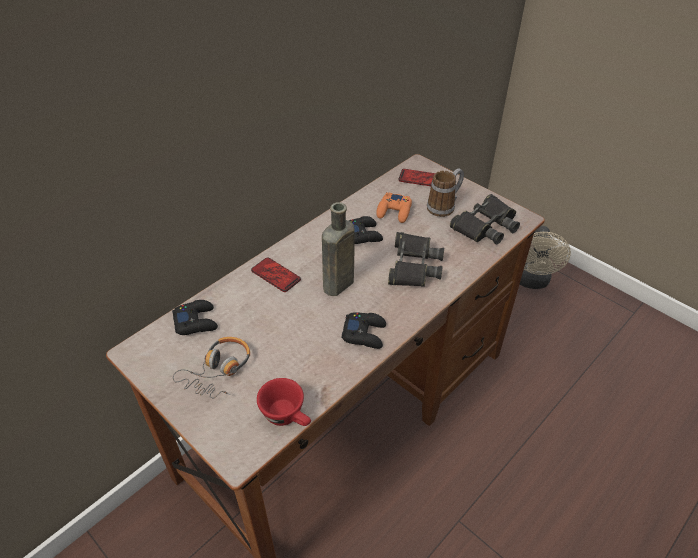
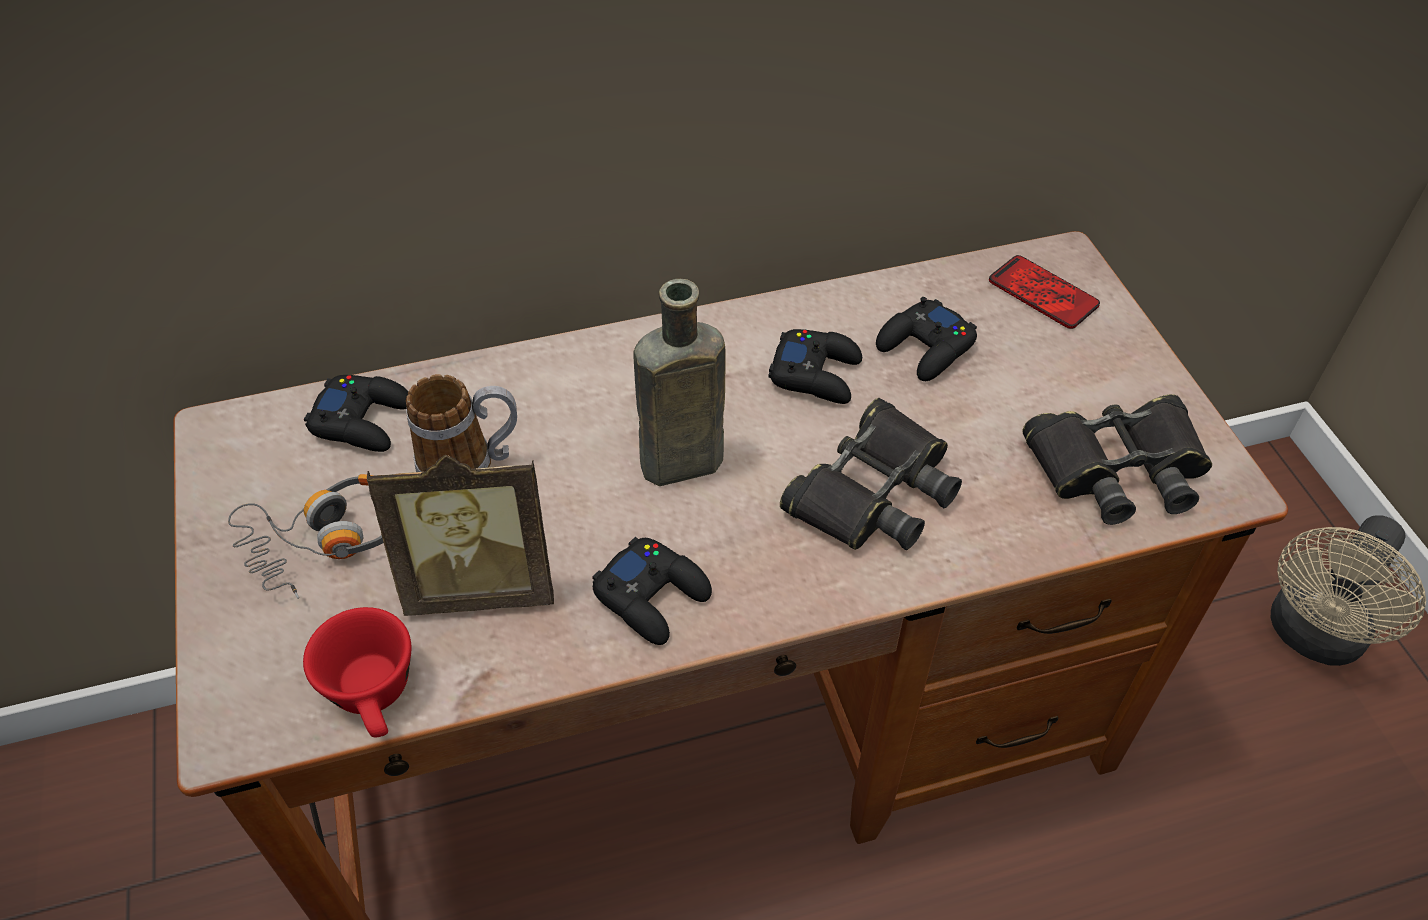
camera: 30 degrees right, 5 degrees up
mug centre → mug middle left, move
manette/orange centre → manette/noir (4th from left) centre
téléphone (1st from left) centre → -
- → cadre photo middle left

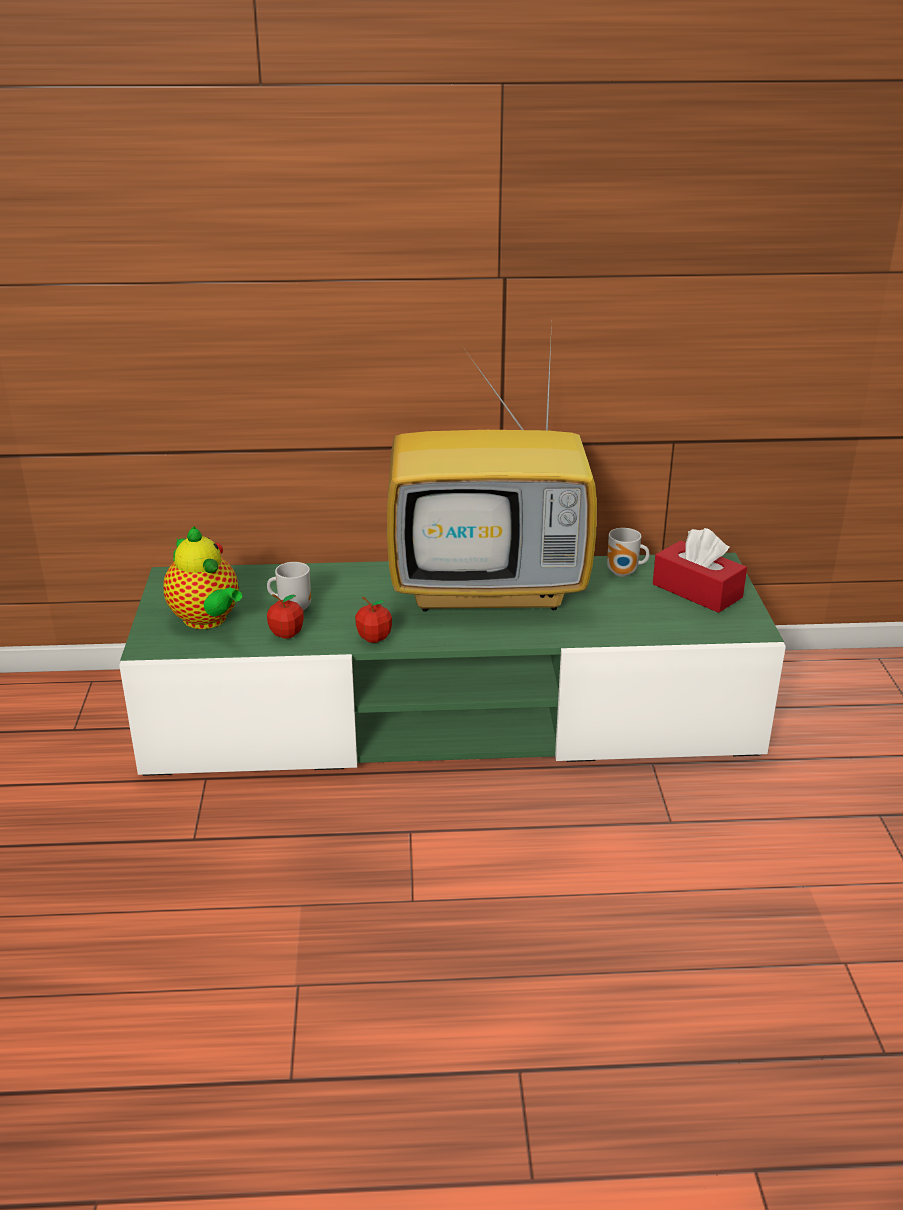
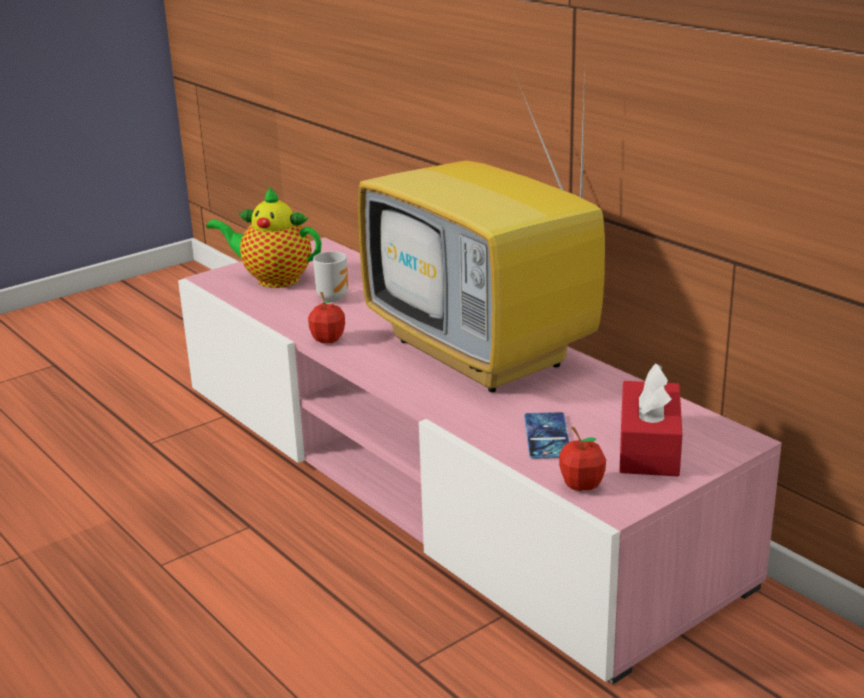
camera: 55 degrees right, 5 degrees down
théière middle left, 90 degrees clockwise
mug (2nd from left) middle right → -
meuble télé/vert centre → meuble télé/rose centre
pomme (1st from left in the first image) middle left → pomme (2nd from left) middle right, move
- → téléphone centre

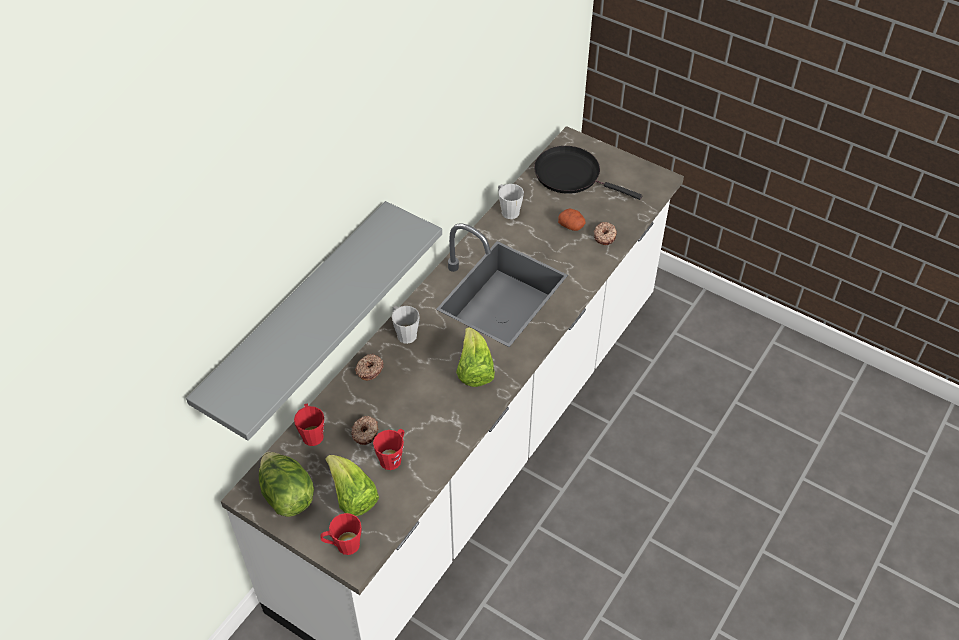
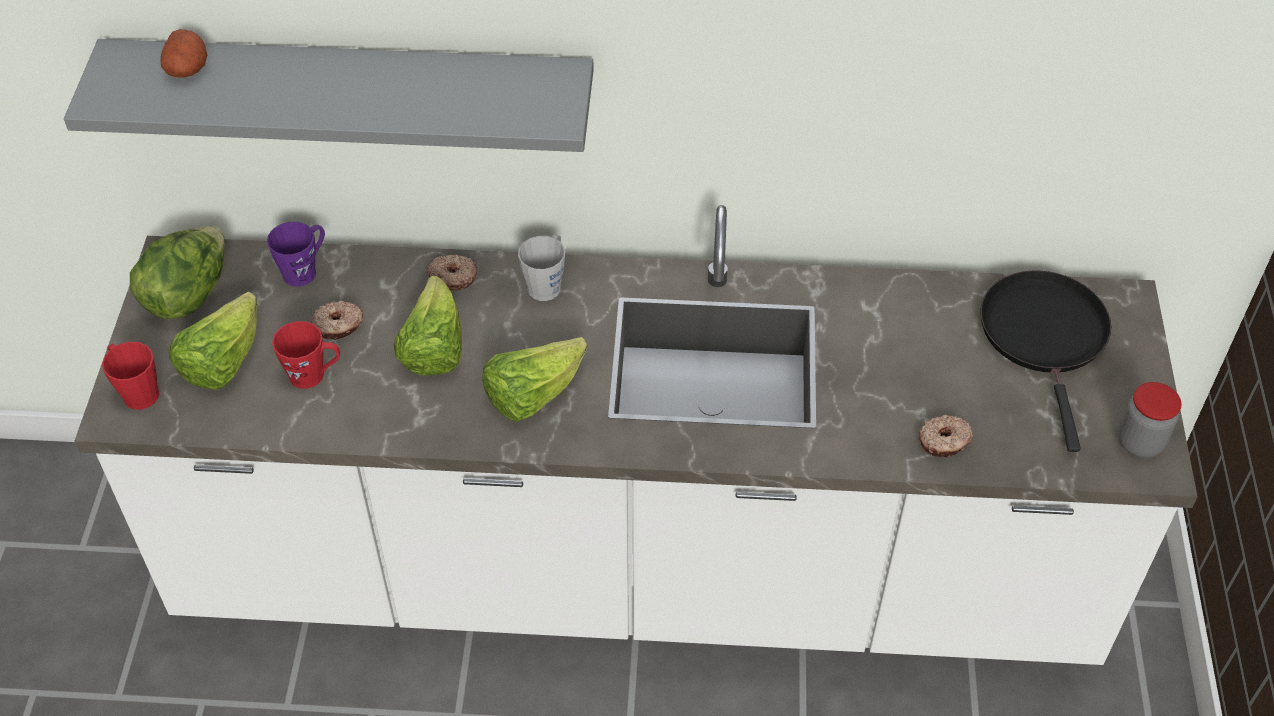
camera: 60 degrees right, 0 degrees up
mug/gris (2nd from left) top centre → -
pomme de terre centre → pomme de terre top left, move
mug/rouge (1st from left) middle left → mug/violet middle left
- → laitue (3rd from left) centre
- → bocal middle right

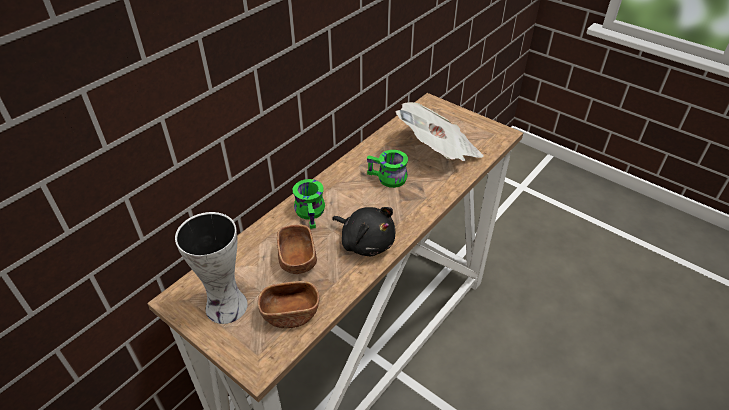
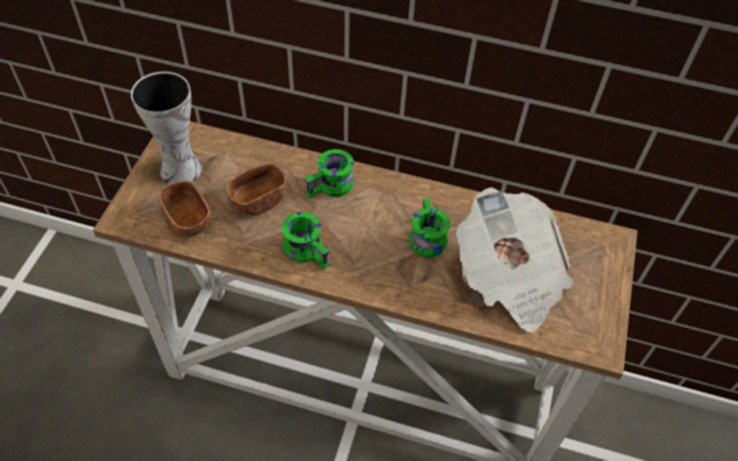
camera: 65 degrees right, 10 degrees up
peluche/noir centre → mug/vert (1st from left) centre

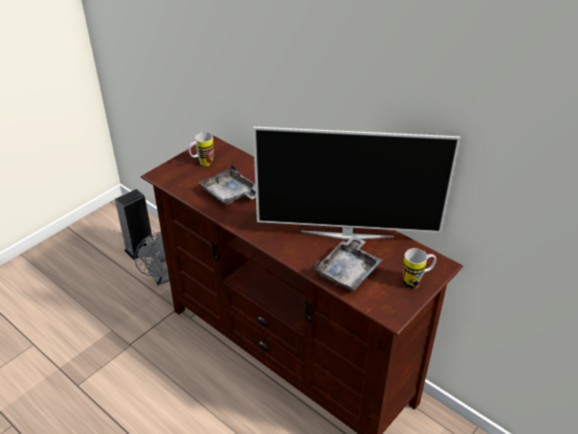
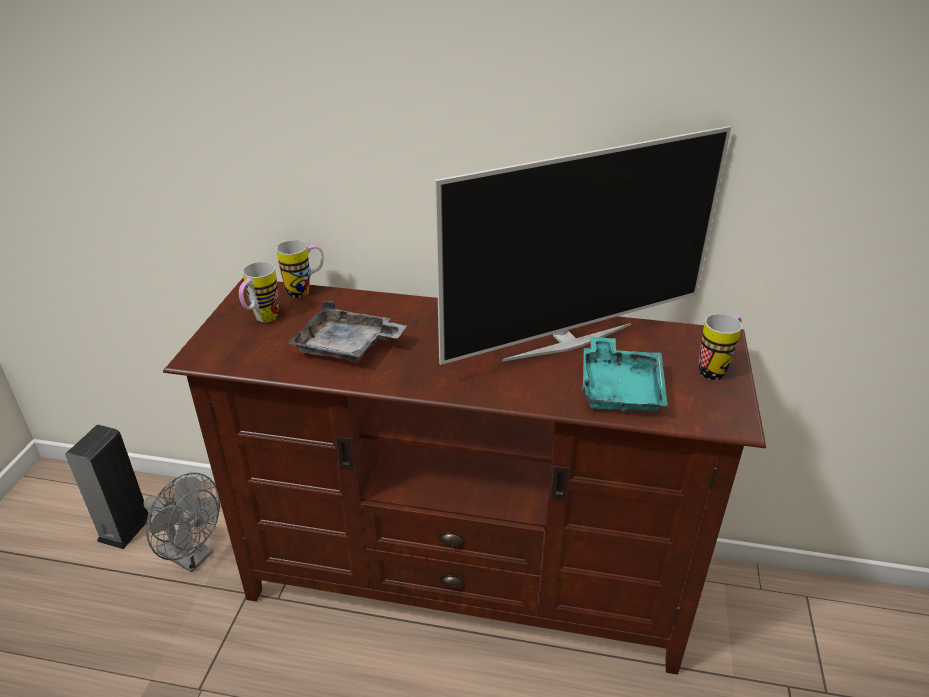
camera: 30 degrees left, 5 degrees down
plateau/gris (2nd from left) centre → plateau/turquoise middle right
- → mug (2nd from left) middle left

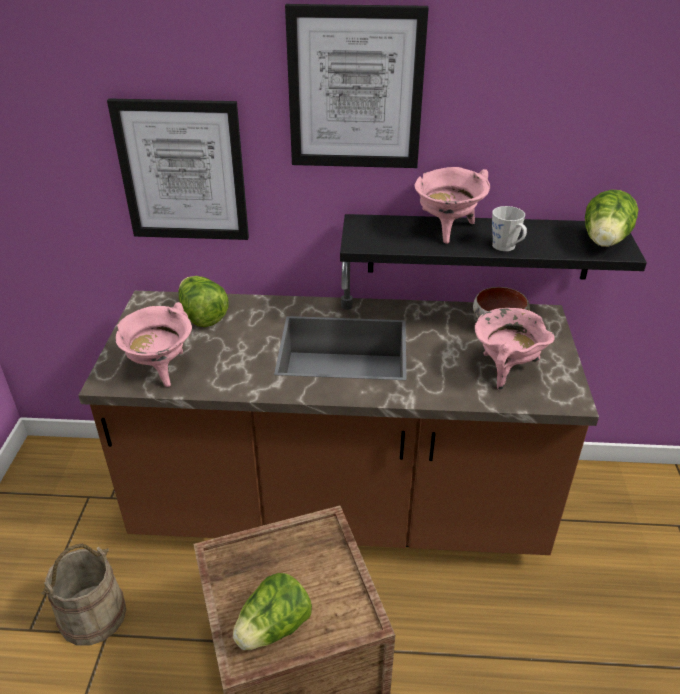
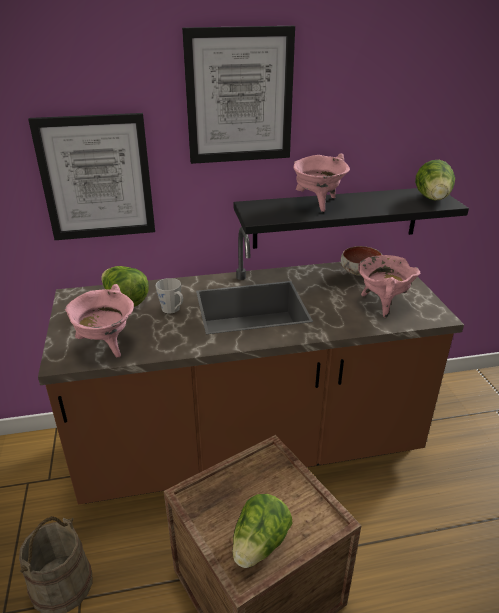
camera: 15 degrees left, 5 degrees down
mug/gris top right → mug/gris centre, move

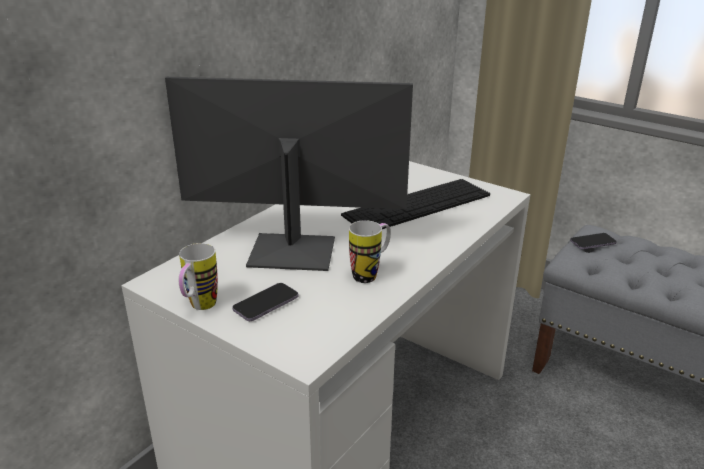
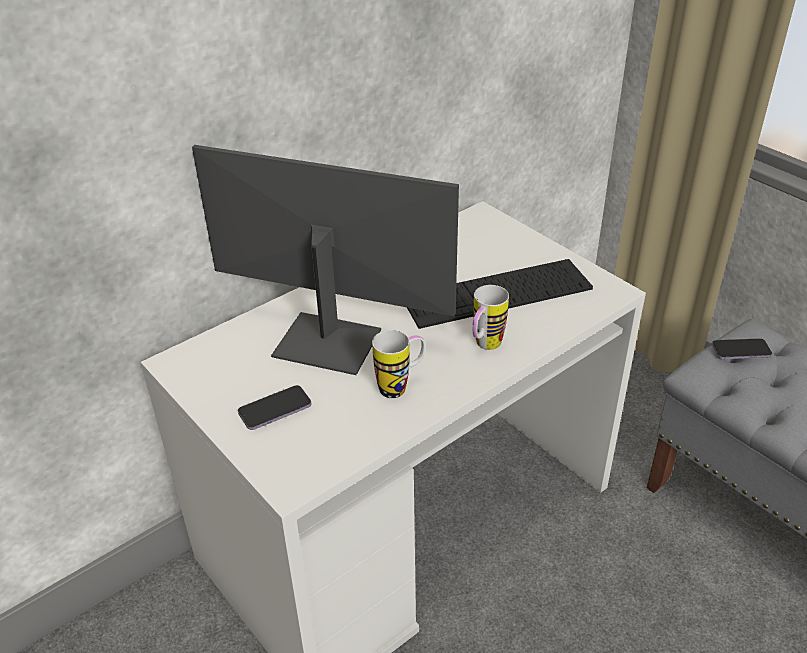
camera: 15 degrees right, 10 degrees up
mug (1st from left in the first image) middle left → mug (2nd from left) centre, move

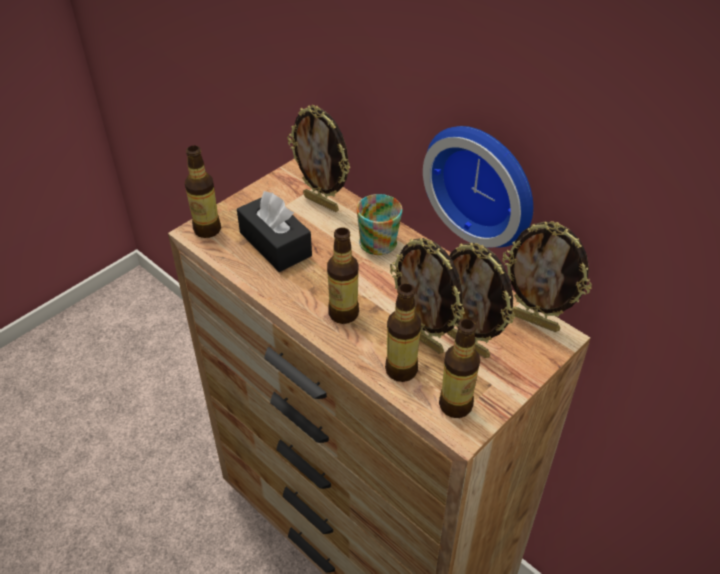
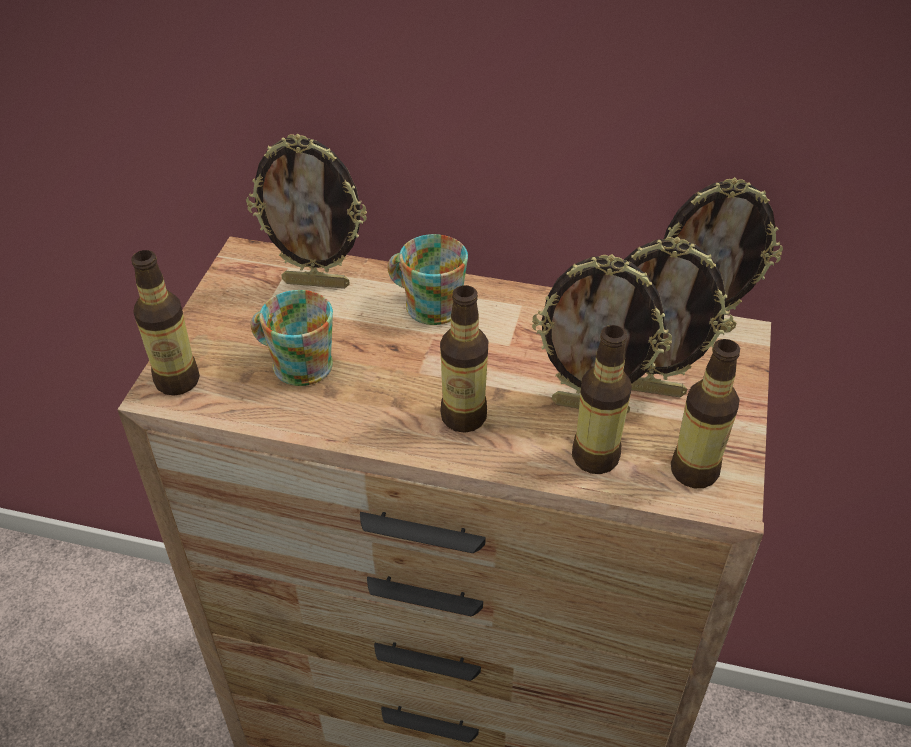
camera: 30 degrees left, 0 degrees up
horloge murale top centre → -
boîte à mouchoirs/noir centre → mug (1st from left) middle left

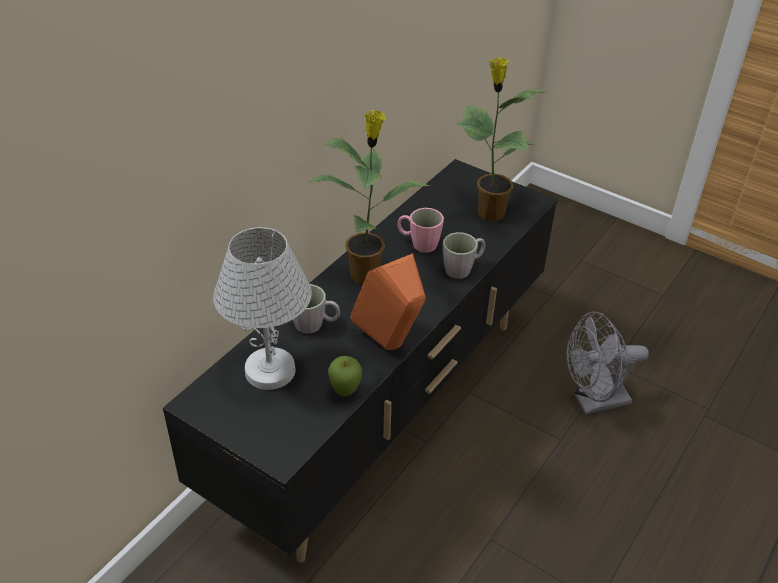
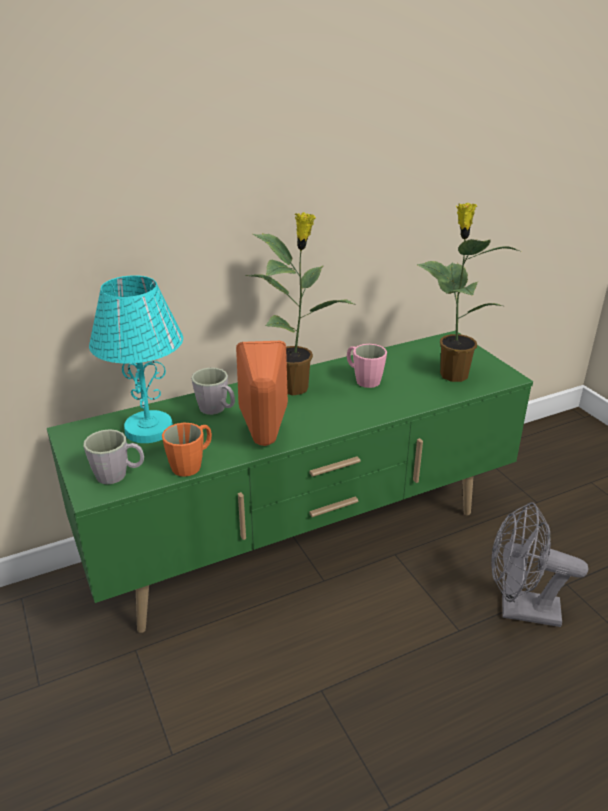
camera: 30 degrees right, 10 degrees down
meuble télé/noir centre → meuble télé/vert centre
lampe de table/blanc centre → lampe de table/turquoise middle left
mug/gris (2nd from left in the first image) centre → mug/gris (1st from left) middle left, move
pomme centre → mug/orange middle left

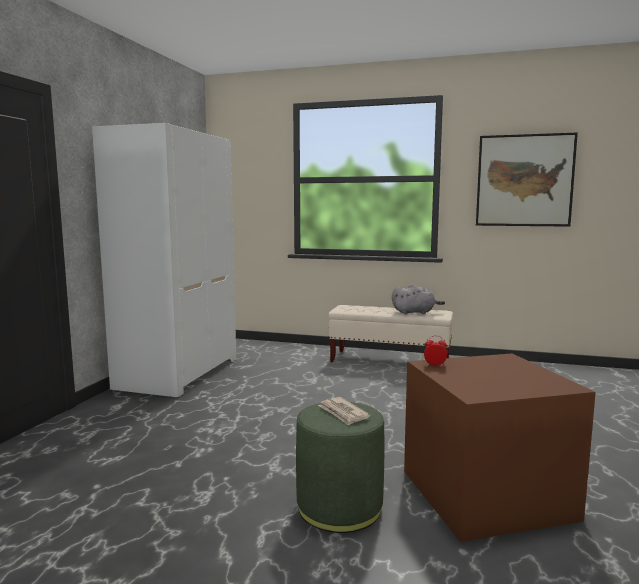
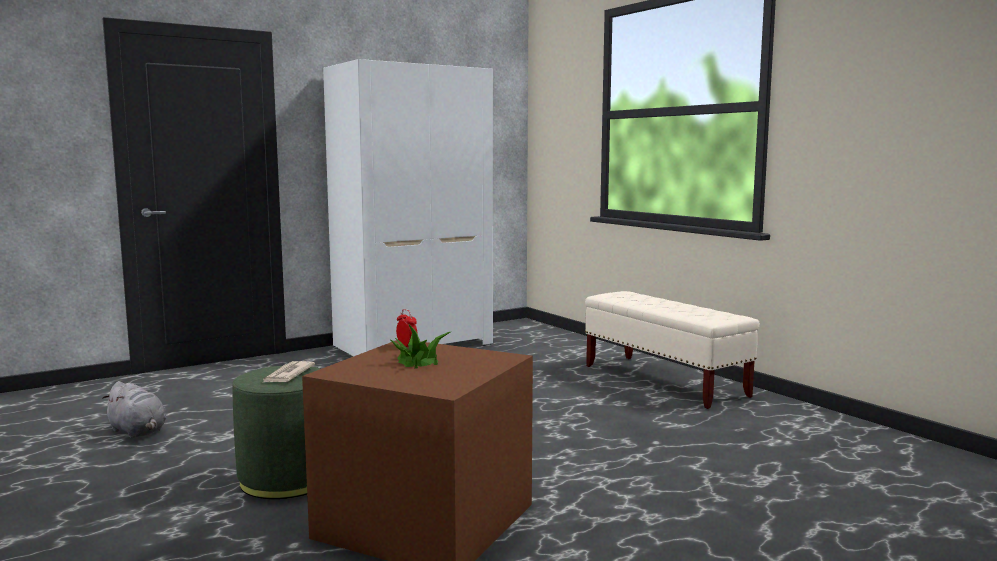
camera: 40 degrees right, 0 degrees up
tableau top right → -
peluche/gris centre → peluche/gris bottom left, move
- → plante en pot centre

